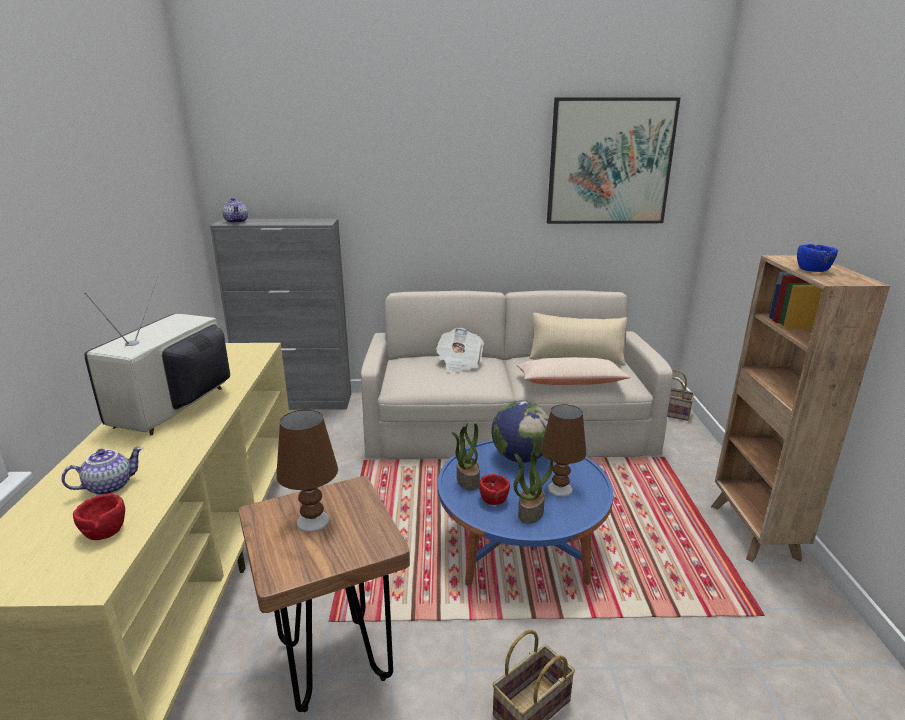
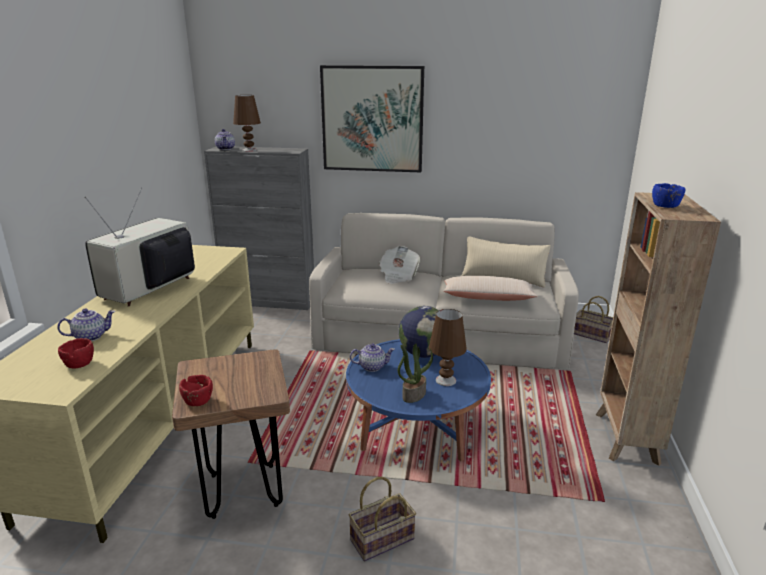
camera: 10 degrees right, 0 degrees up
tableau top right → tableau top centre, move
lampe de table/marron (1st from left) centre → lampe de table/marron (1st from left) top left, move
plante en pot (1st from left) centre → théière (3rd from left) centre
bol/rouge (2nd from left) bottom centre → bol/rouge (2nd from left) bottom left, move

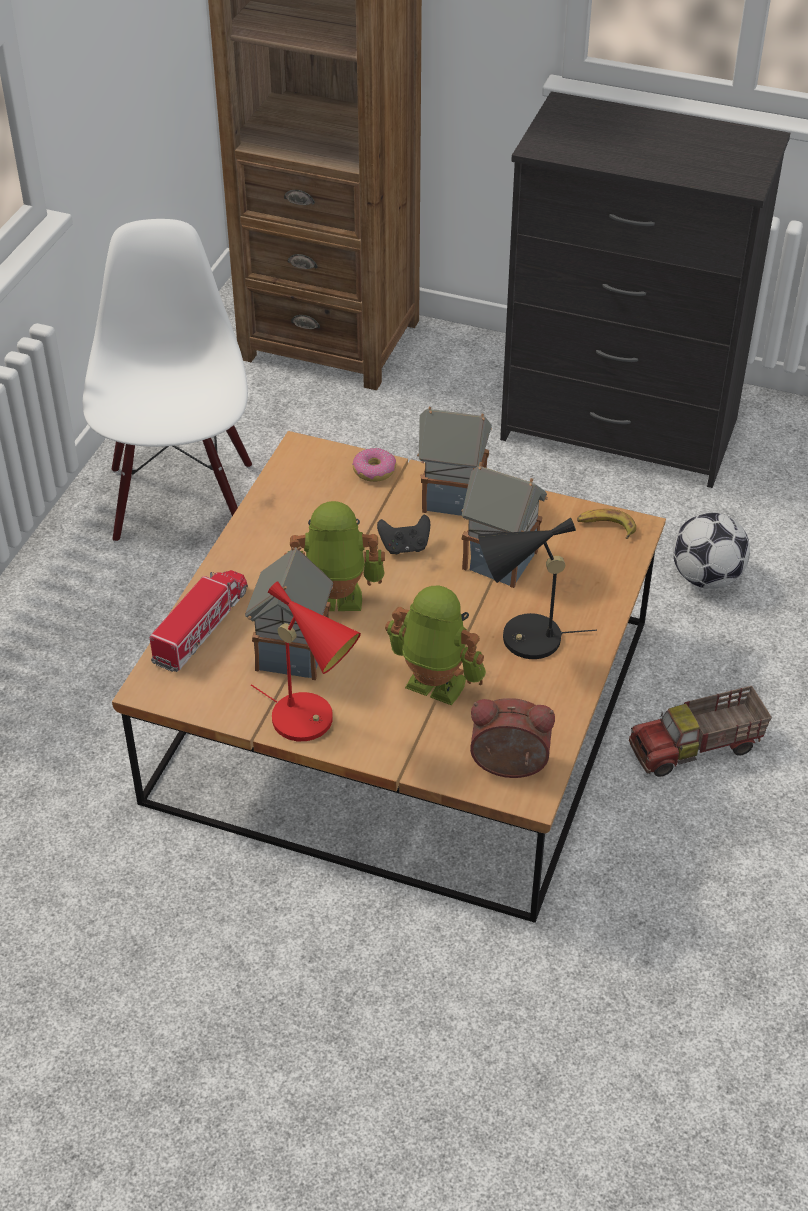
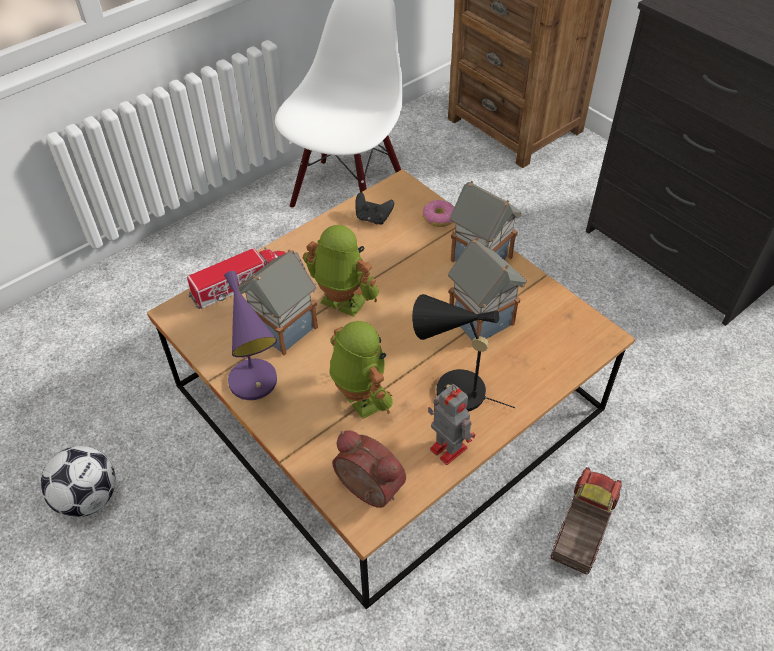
camera: 30 degrees right, 5 degrees up
banane middle right → -
ballon de foot middle right → ballon de foot bottom left, move
manette/noir centre → manette/noir top centre, move
lampe de table/rouge centre → lampe de table/violet middle left
camion jouet (2nd from left) middle right → camion jouet (2nd from left) bottom right, 105 degrees clockwise
- → robot jouet (3rd from left) centre

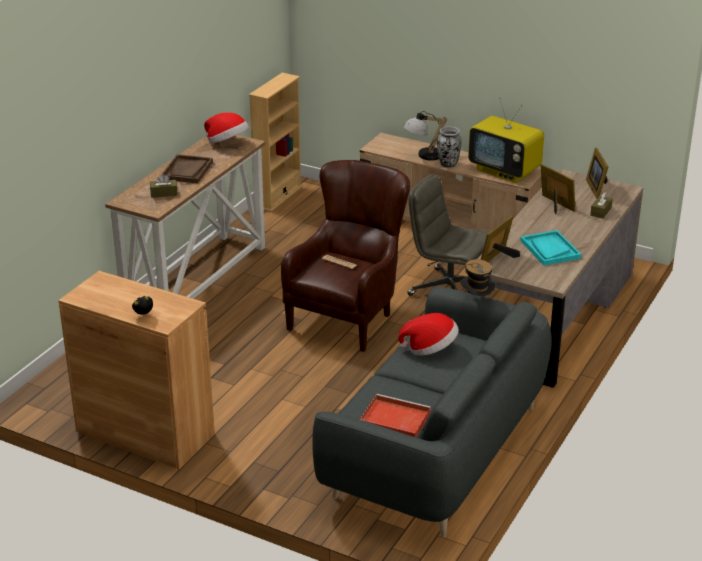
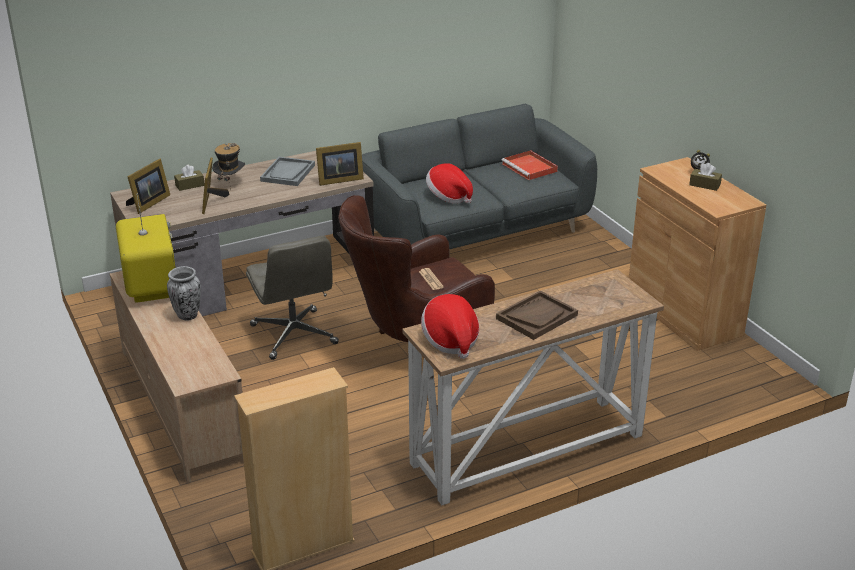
camera: 145 degrees left, 0 degrees up
lampe de table top centre → -
boîte à mouchoirs/marron (1st from left in the first image) top left → boîte à mouchoirs/marron (2nd from left) top right, move
plateau/turquoise middle right → plateau/gris top centre
chapeau (3rd from left in the first image) middle right → chapeau (1st from left) top left, move

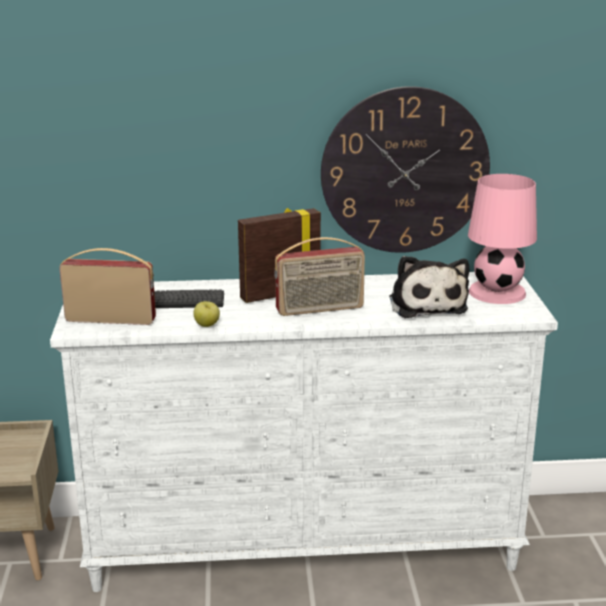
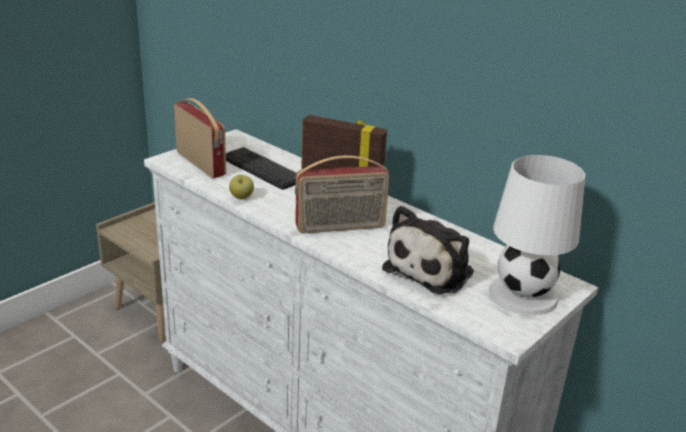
camera: 45 degrees right, 5 degrees up
horloge murale top right → -
lampe de table/rose middle right → lampe de table/blanc middle right
radio (2nd from left) centre, 45 degrees counterclockwise

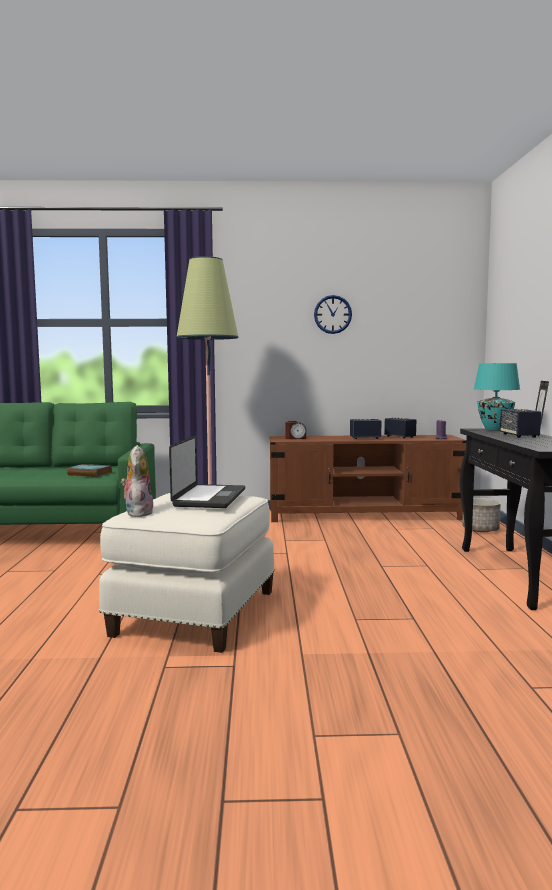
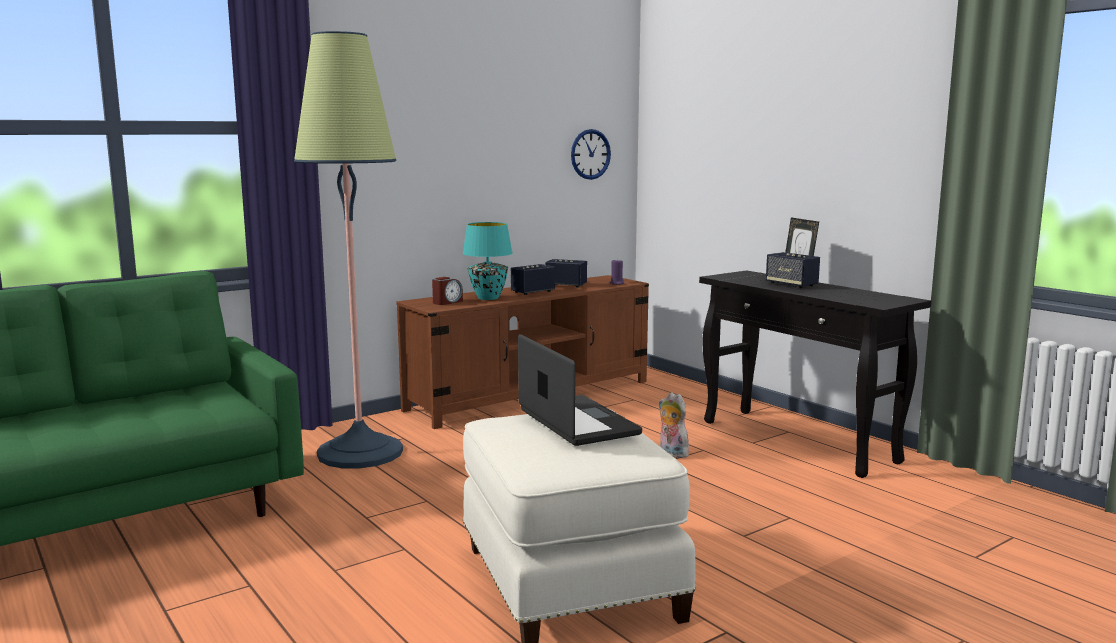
camera: 35 degrees left, 5 degrees up
horloge murale centre → horloge murale top centre, move
lampe de table/turquoise middle right → lampe de table/turquoise centre, move
peluche middle left → peluche centre, move
livre middle left → -
cache-pot middle right → -

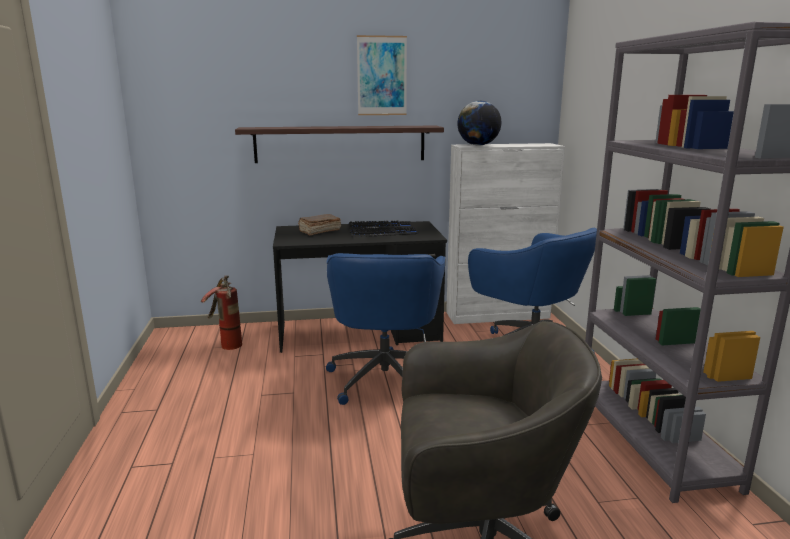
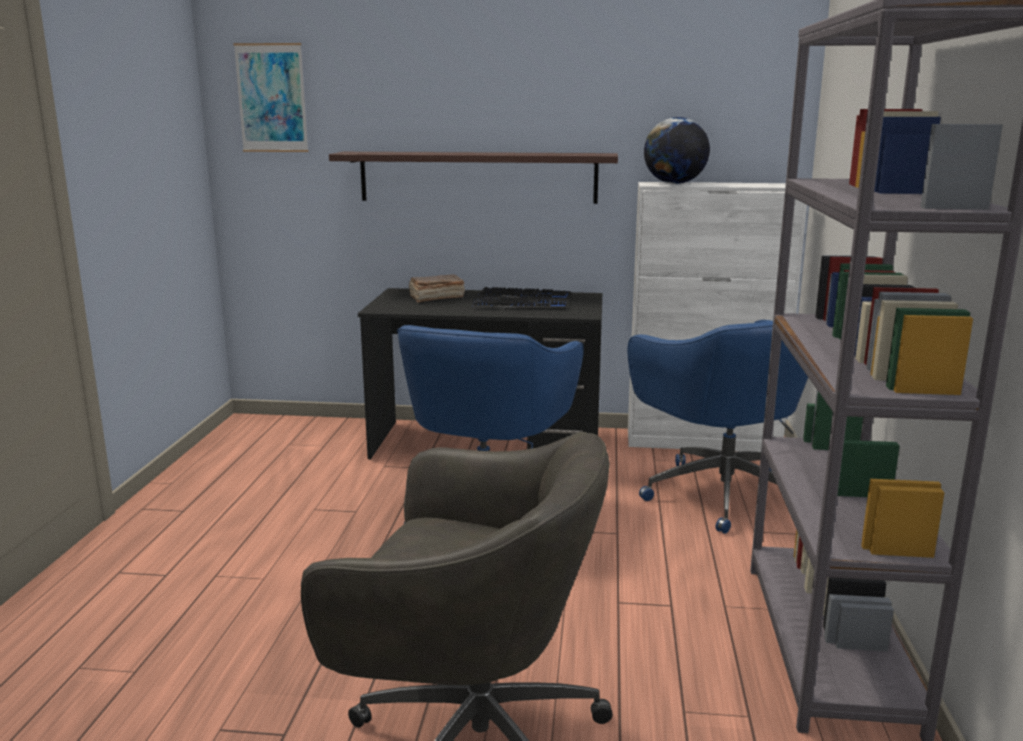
camera: 15 degrees right, 0 degrees up
tableau top centre → tableau top left, move
extincteur middle left → -

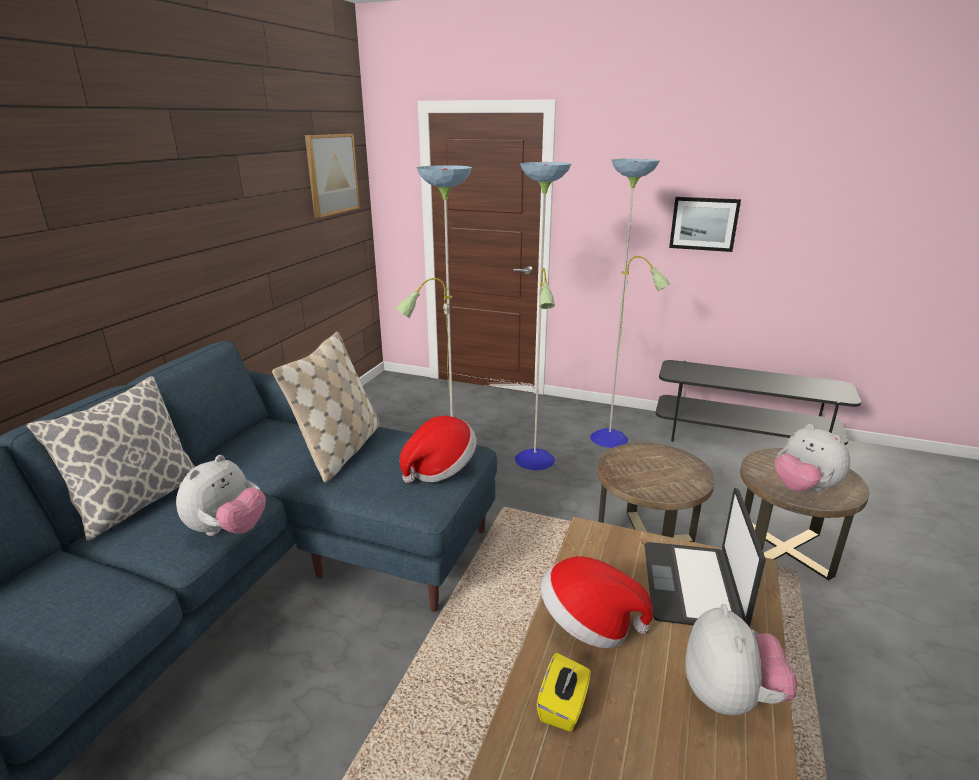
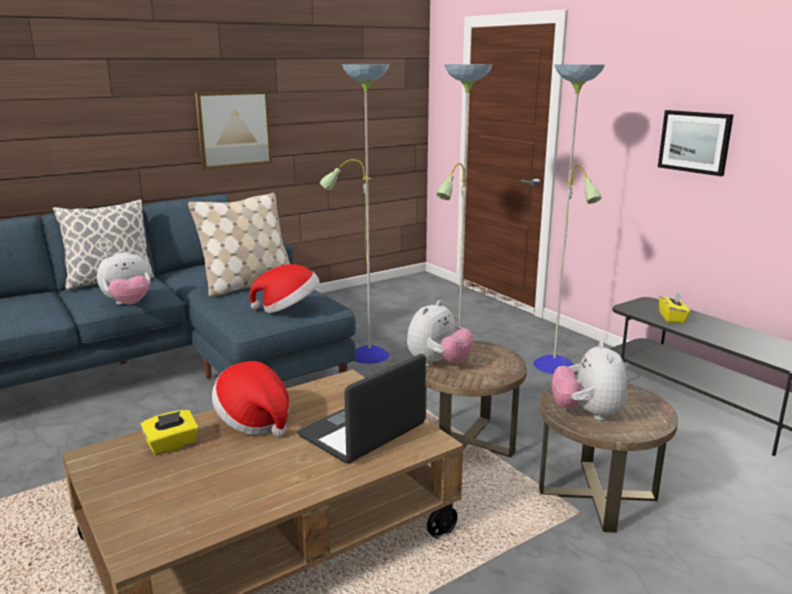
camera: 35 degrees right, 5 degrees down
tableau (1st from left) top centre → tableau (1st from left) top left, move
peluche (2nd from left) bottom right → peluche (2nd from left) centre, move
- → boîte à mouchoirs/jaune (2nd from left) middle right

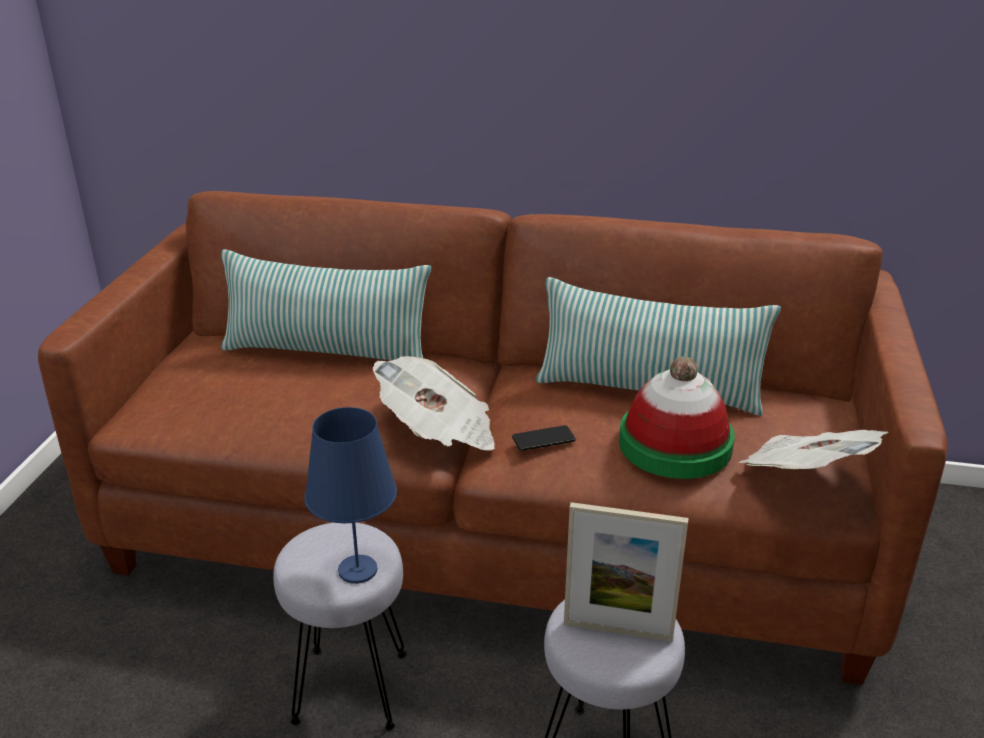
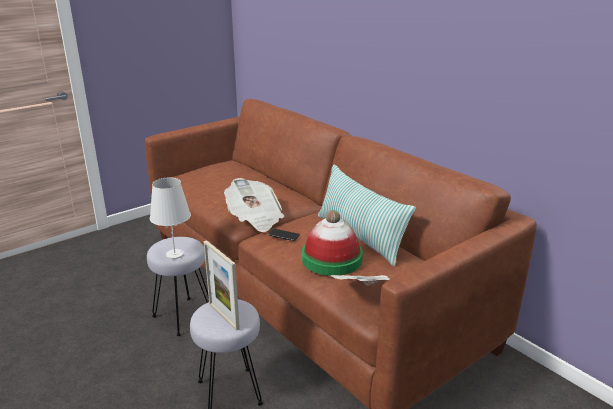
camera: 40 degrees right, 5 degrees down
coussin (1st from left) middle left → -
lampe de table/bleu bottom centre → lampe de table/blanc middle left

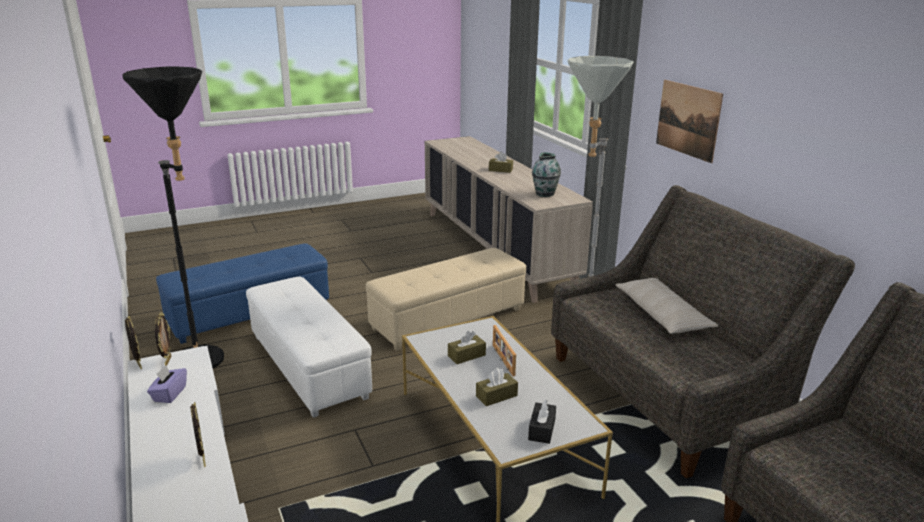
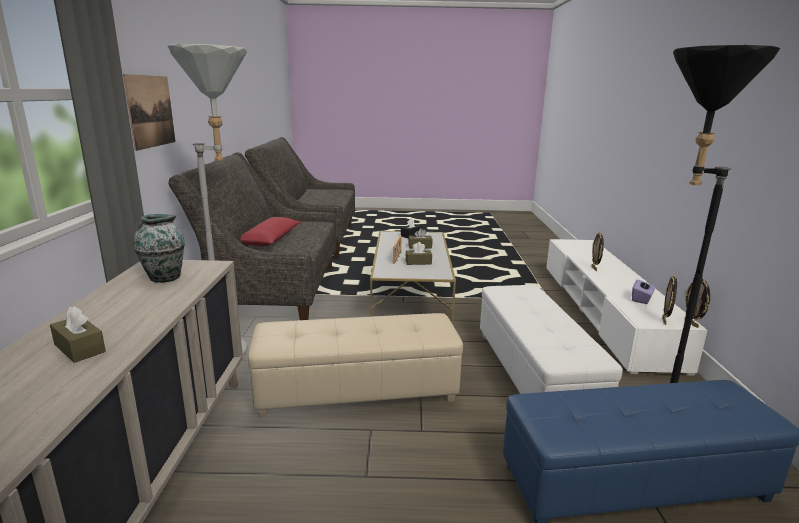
camera: 155 degrees left, 5 degrees down
coussin/beige middle right → coussin/rouge centre

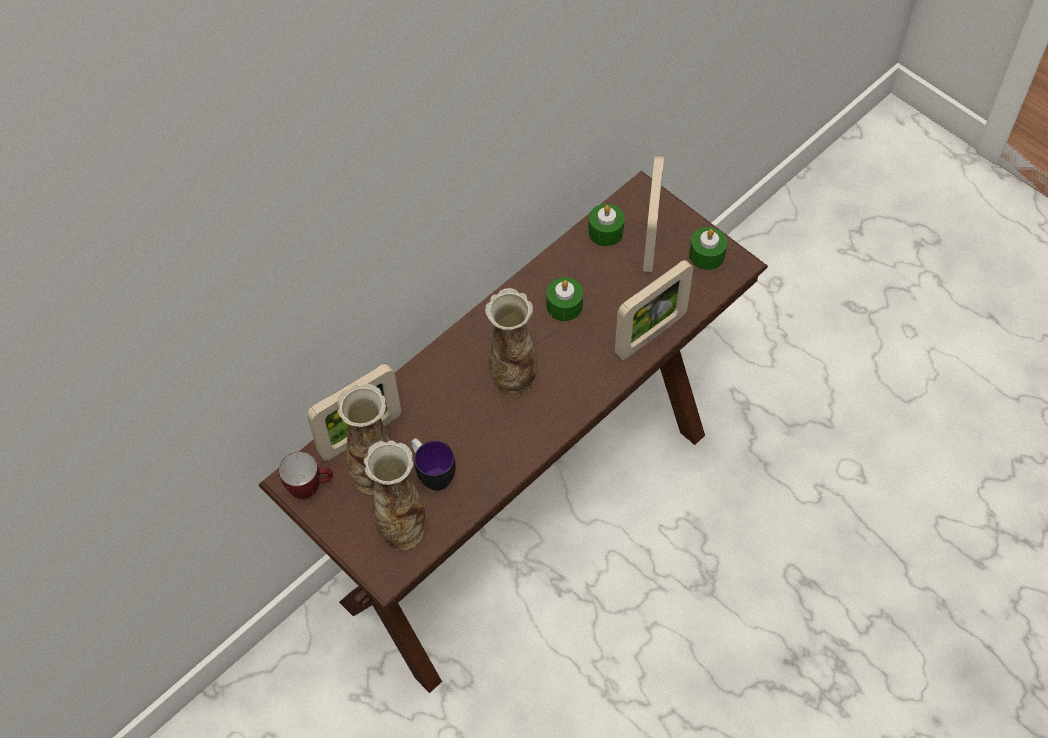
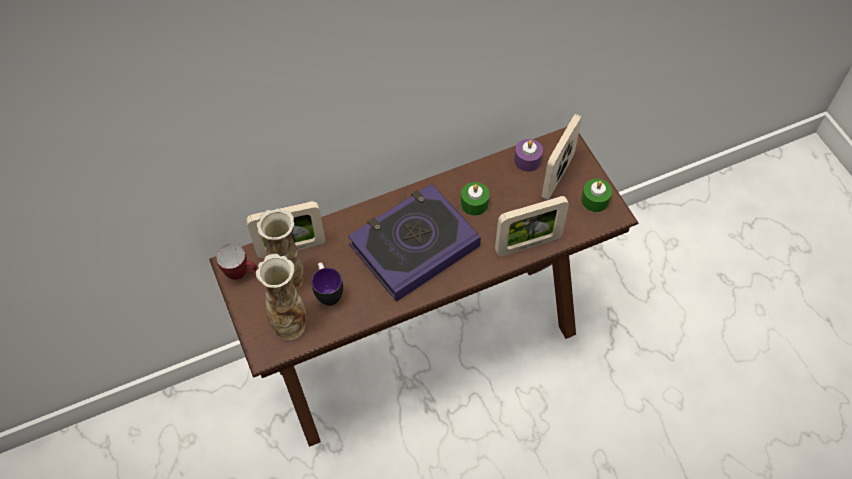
camera: 20 degrees right, 0 degrees up
bougie/vert (2nd from left) top centre → bougie/violet top centre
vase (3rd from left) centre → livre centre

